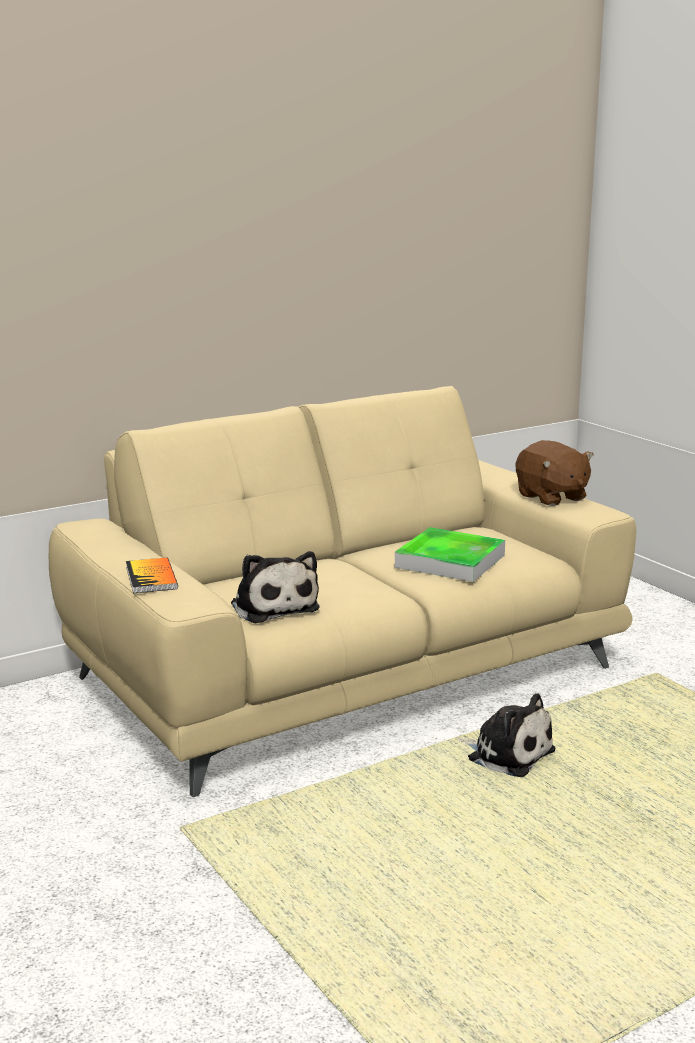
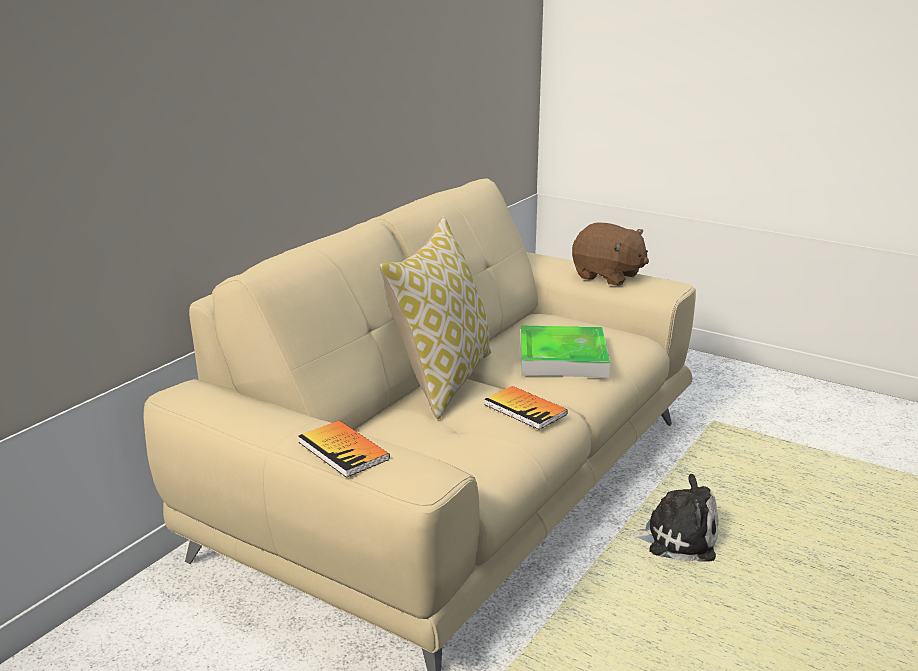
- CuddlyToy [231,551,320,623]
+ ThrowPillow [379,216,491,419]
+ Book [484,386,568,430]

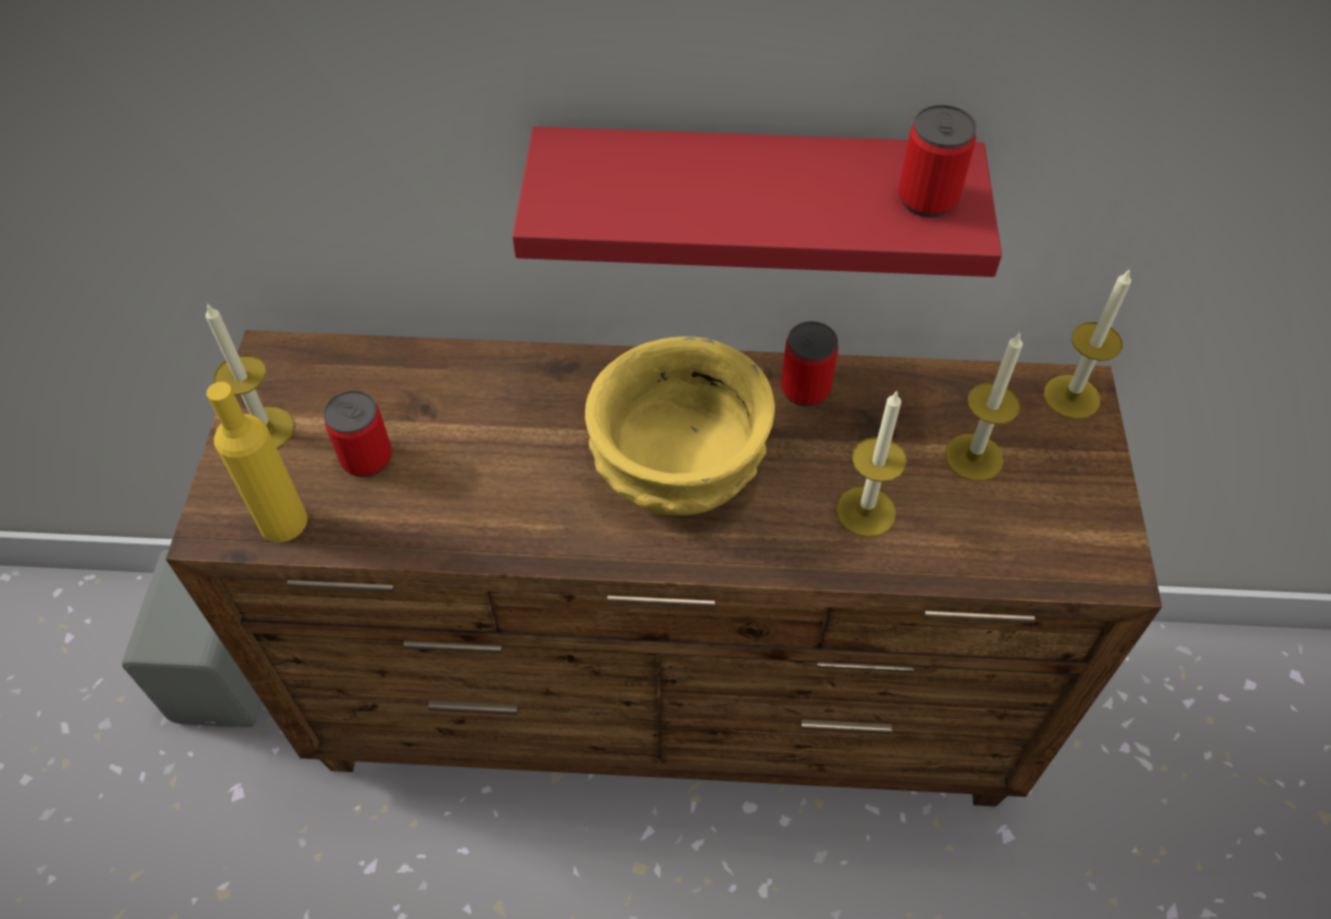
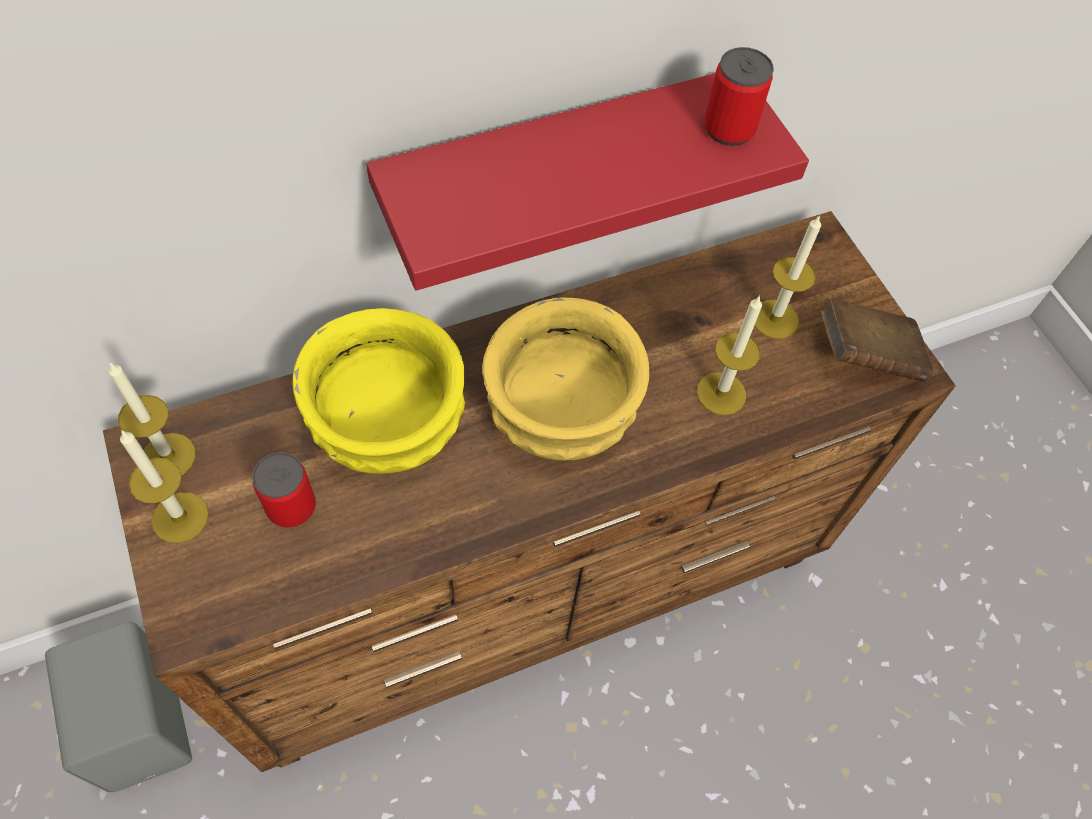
- YellowColouredDrinkBottle [206,382,307,542]
- MetalCan [781,321,838,407]
~ WaxCandle [1044,268,1131,419] to [108,362,196,476]
+ YellowColouredDeepDish [293,308,465,474]
+ BrownColouredBook [821,297,933,382]

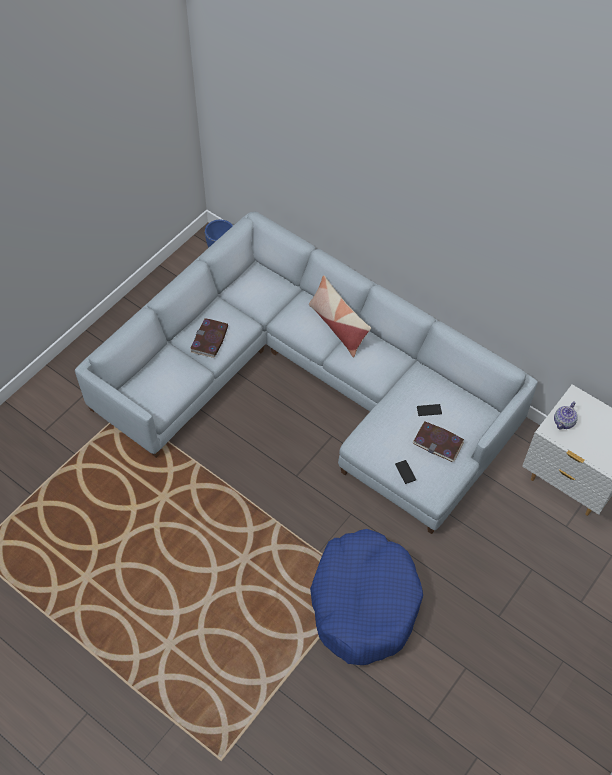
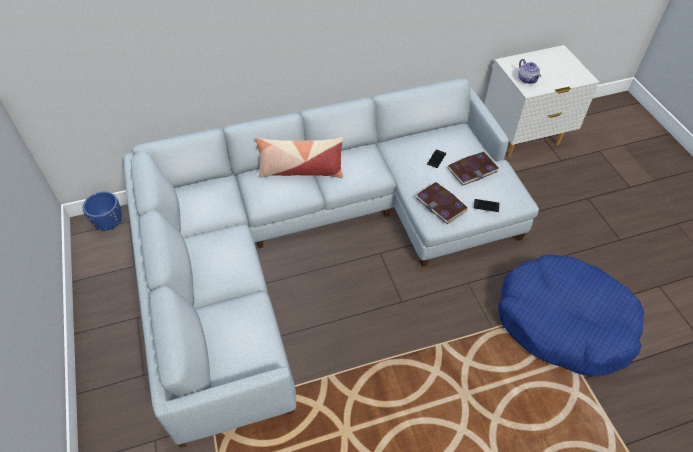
~ Book [190,318,228,358] to [416,182,467,224]

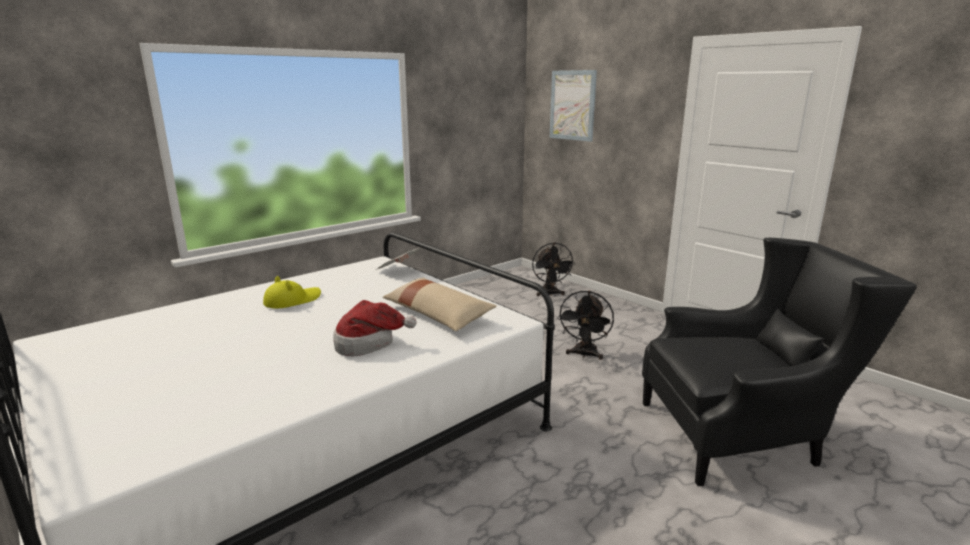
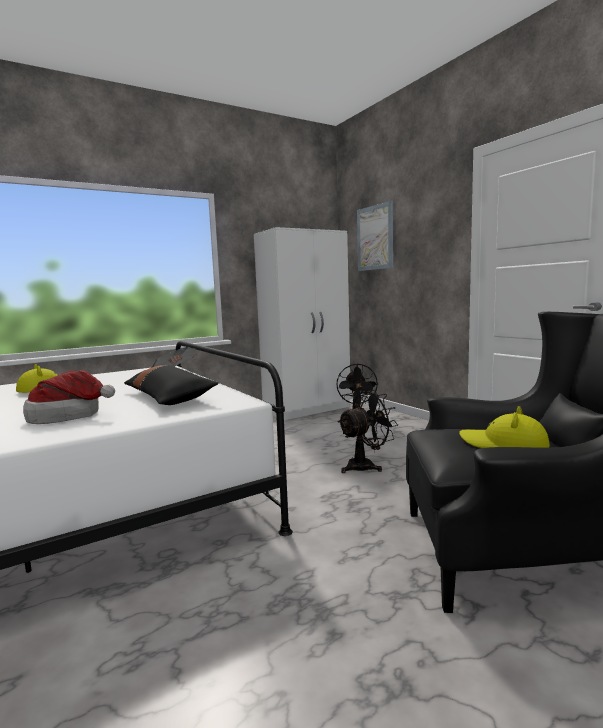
~ BeigeThrowPillow [383,277,497,331] to BlackColouredThrowPillow [124,365,218,405]
~ BlackColouredElectricFan [558,291,614,360] = [338,390,398,473] 150 degrees counterclockwise
+ WhitishClothesCupboard [254,227,351,421]
+ YellowColouredHat [459,406,550,448]

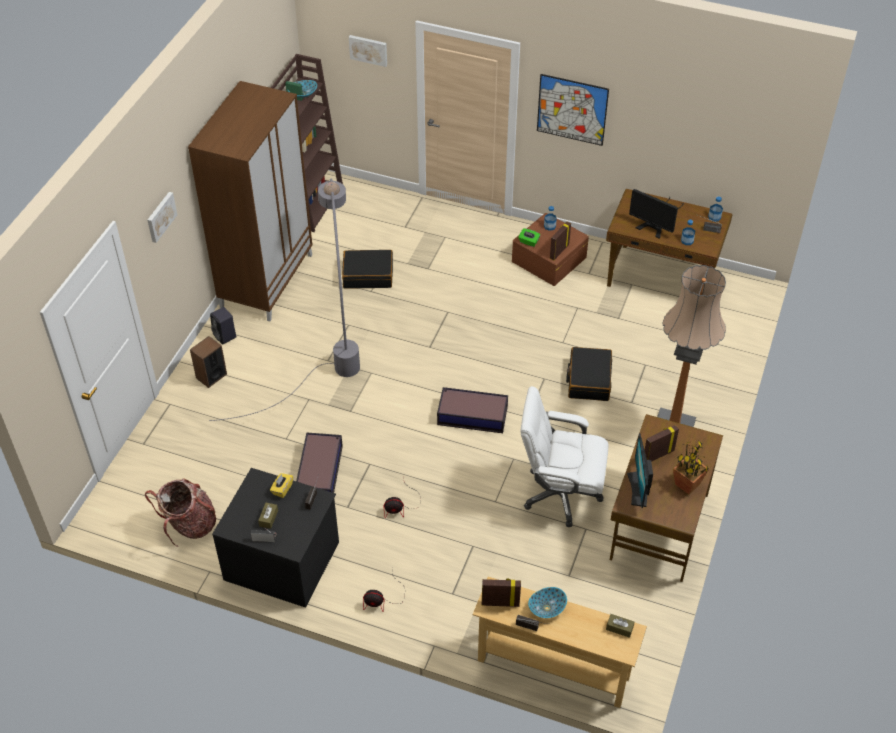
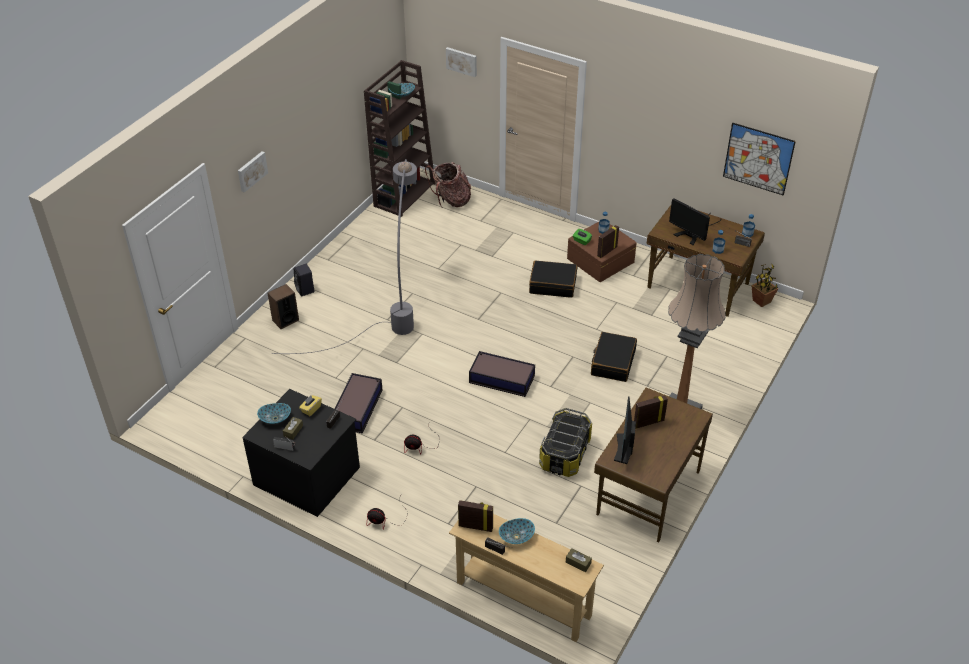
~ Backpack [145,478,216,547] to [425,162,471,209]
- BrownColouredClothesCupboard [188,81,313,321]
~ BlackColouredPieceOfLuggage [342,250,393,289] to [529,260,577,298]
~ WhitishComputerChair [521,386,609,527] to StorageBin [539,408,592,477]
~ WallPicture [537,74,609,146] to [723,123,796,196]
~ PottedPlant [673,440,709,494] to [751,264,778,307]
+ DeepDish [257,403,291,424]

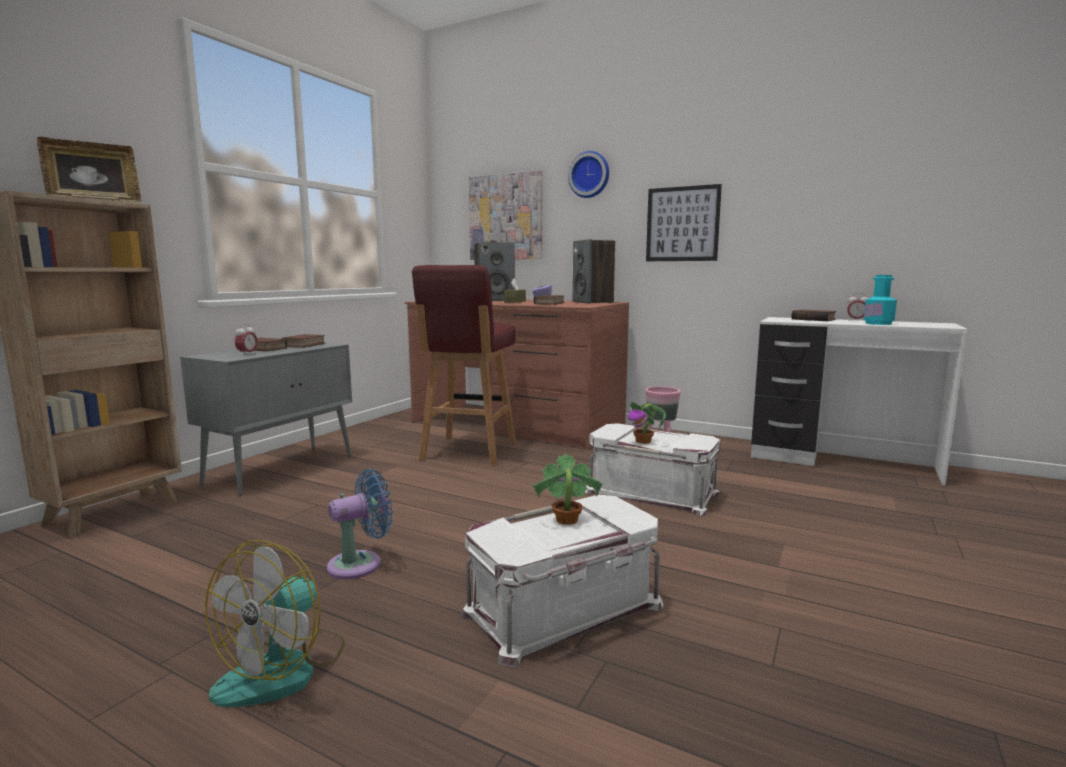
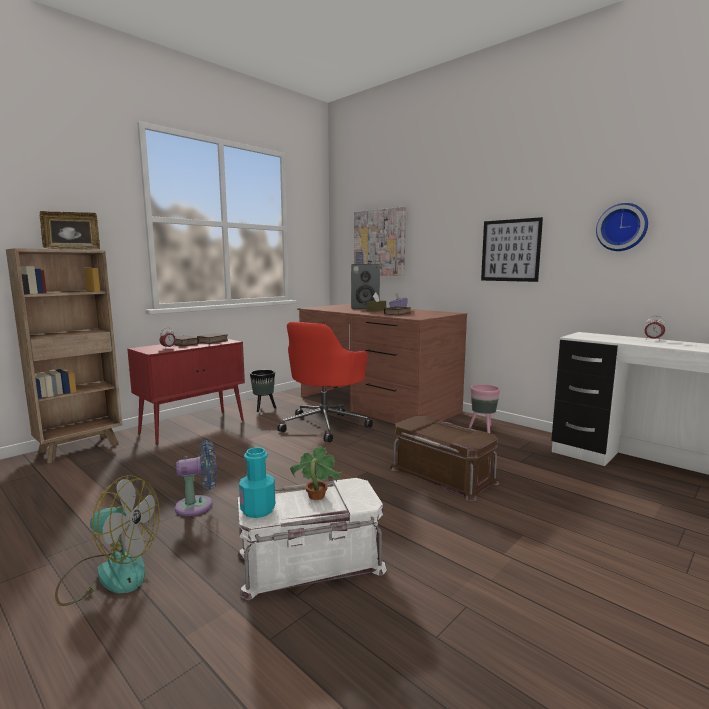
~ GreyishStorageCabinet [180,343,352,496] to RedColouredStorageCabinet [127,339,245,445]
~ ElectricFan [205,540,345,707] = [55,475,160,606] 120 degrees counterclockwise
~ RedColouredSittingStool [412,265,516,466] to RedColouredComputerChair [277,322,373,442]
~ HangingClock [568,151,609,198] to [596,203,648,251]
- Speaker [573,239,615,304]
~ WhitishStorageBin [585,423,721,517] to BrownColouredStorageBin [390,416,499,501]
- PottedPlant [627,402,666,444]
- Book [791,310,836,321]
~ TurquoiseDrinkBottle [864,275,897,325] to [239,447,275,518]
+ BlackColouredFlowerPot [250,370,276,412]

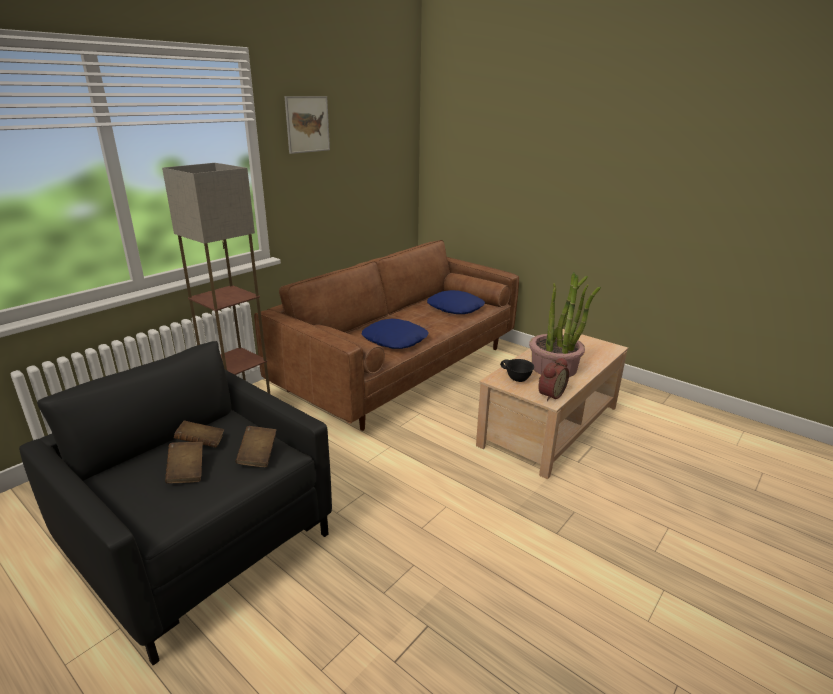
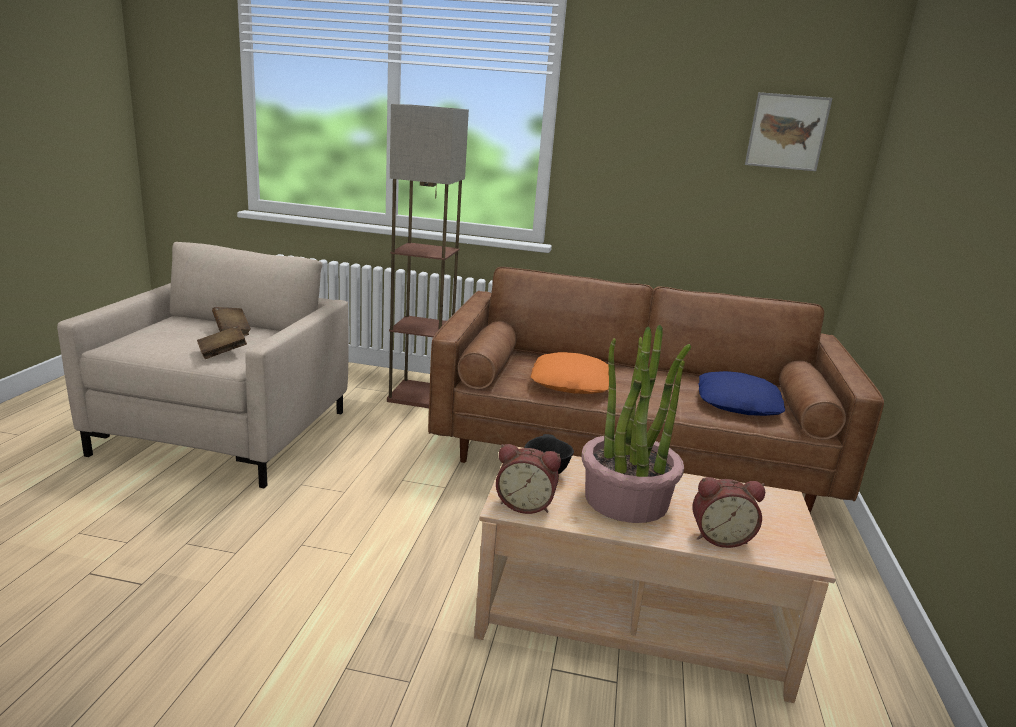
~ BlackColouredEasyChair [19,341,332,665] to BeigeEasyChair [57,242,348,488]
- BrownColouredBook [165,442,203,483]
~ WallPicture [284,96,330,154] to [745,92,833,171]
~ BlueThrowPillow [362,319,428,349] to OrangeThrowPillow [530,352,609,394]
+ TableClock [692,477,765,548]

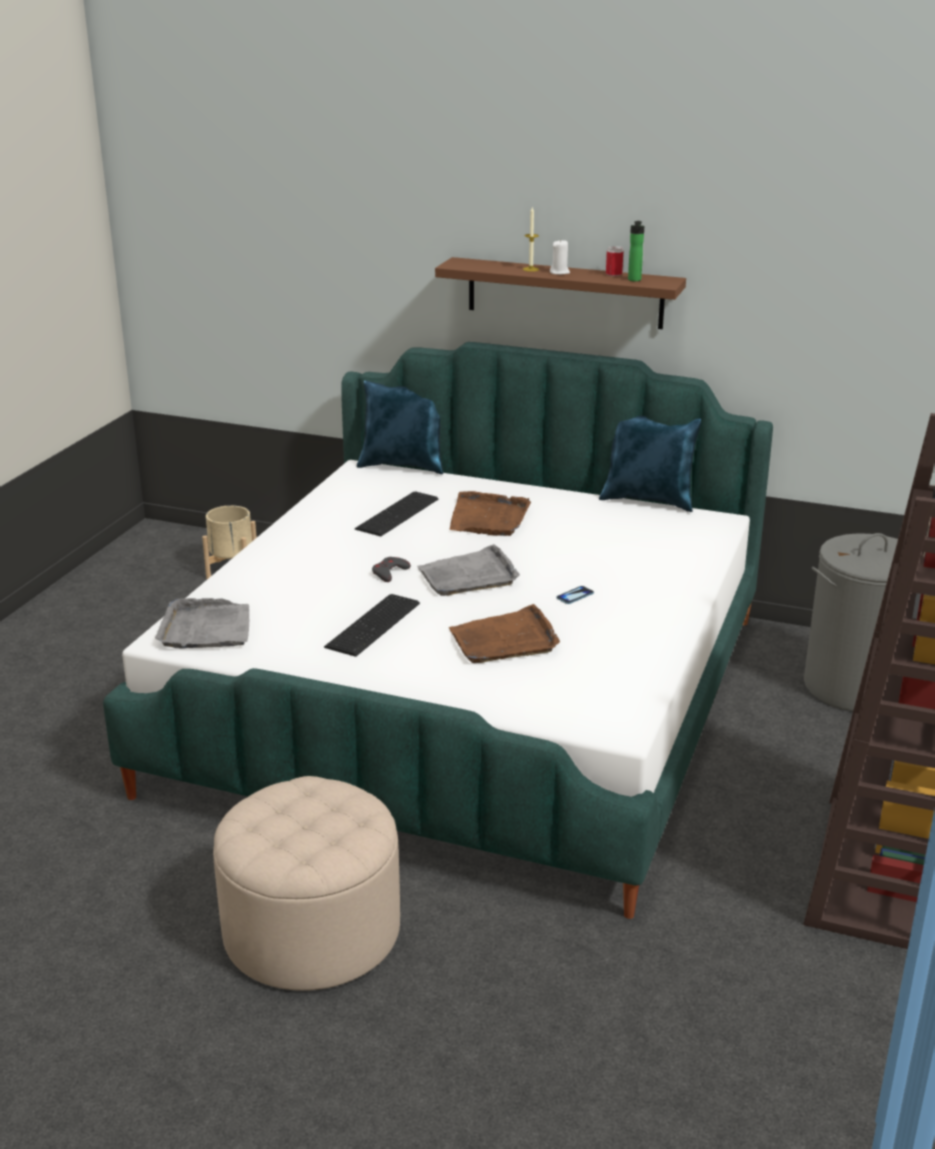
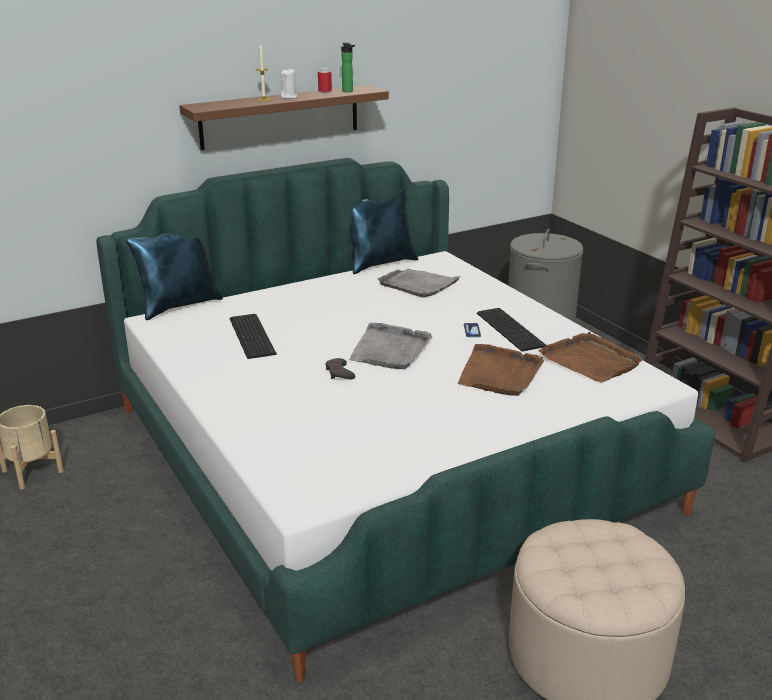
~ GreyishTray [155,598,249,649] to [378,269,461,298]
~ ComputerKeyboard [324,594,420,657] to [477,308,546,352]
~ BrownColouredTray [449,491,531,536] to [538,332,643,383]

